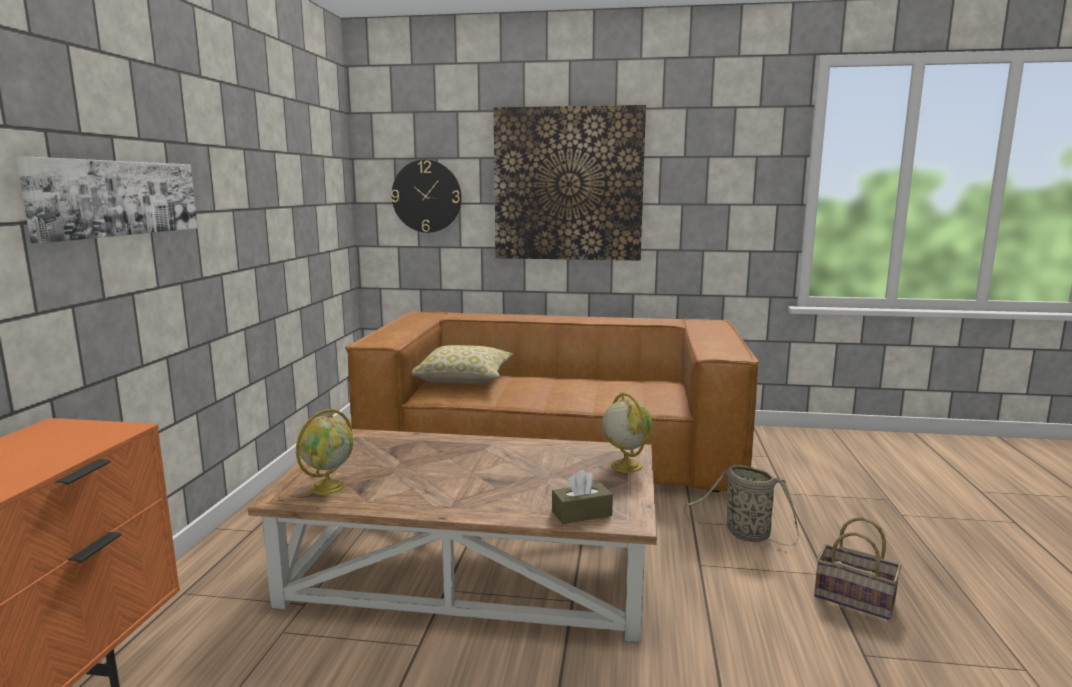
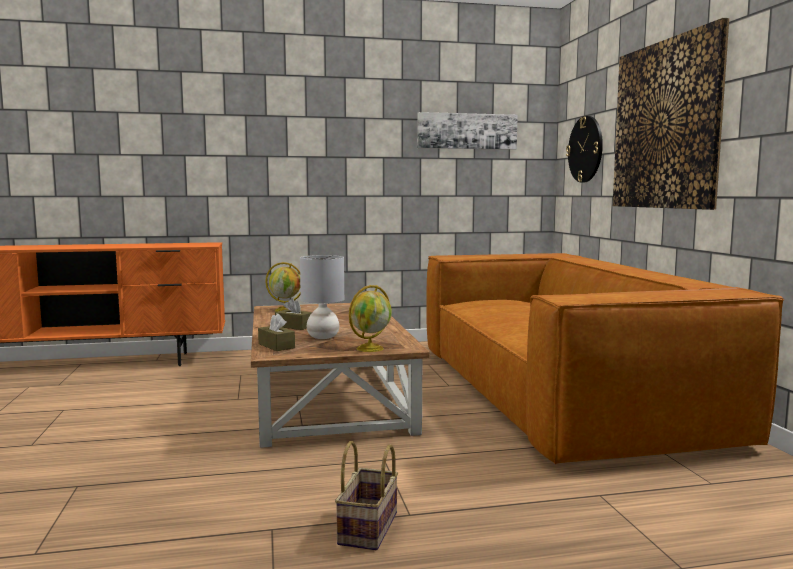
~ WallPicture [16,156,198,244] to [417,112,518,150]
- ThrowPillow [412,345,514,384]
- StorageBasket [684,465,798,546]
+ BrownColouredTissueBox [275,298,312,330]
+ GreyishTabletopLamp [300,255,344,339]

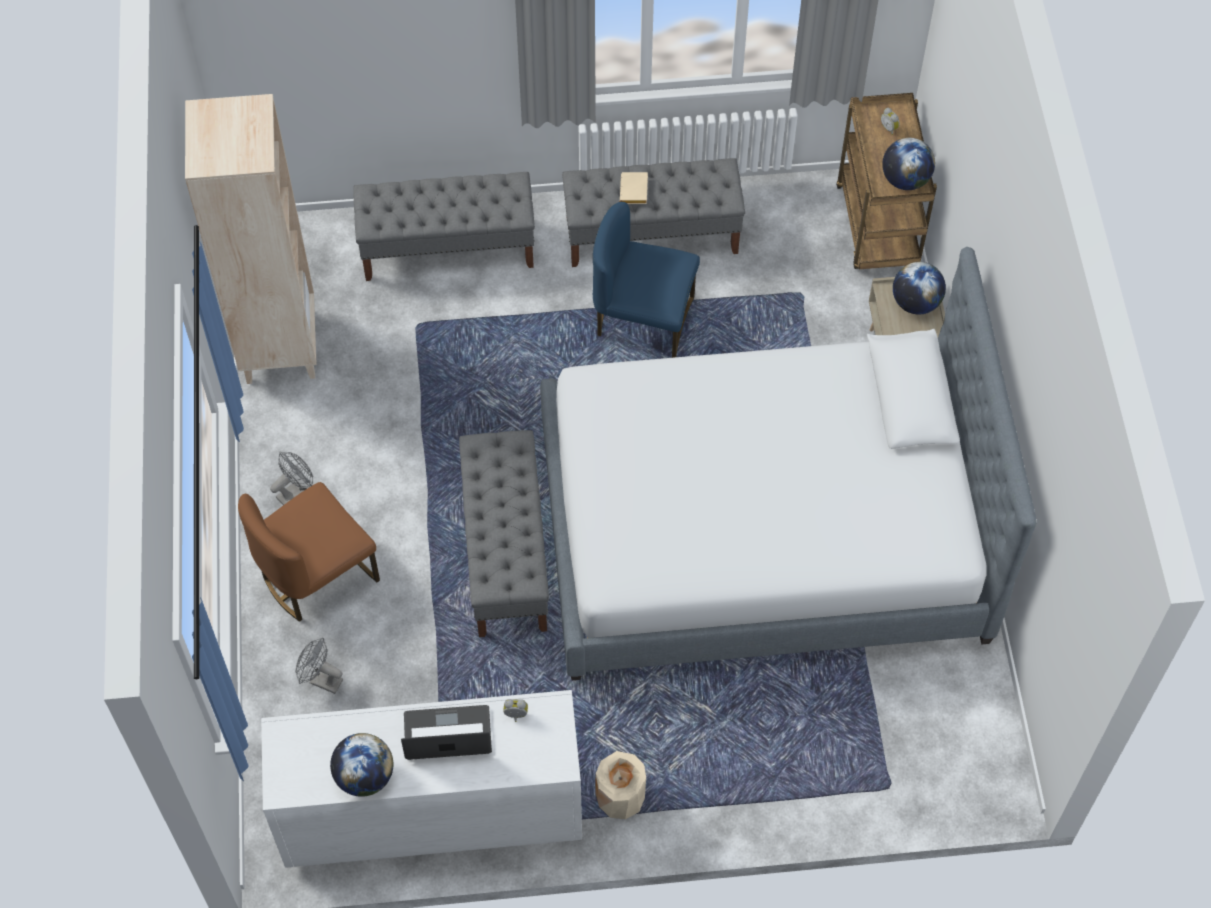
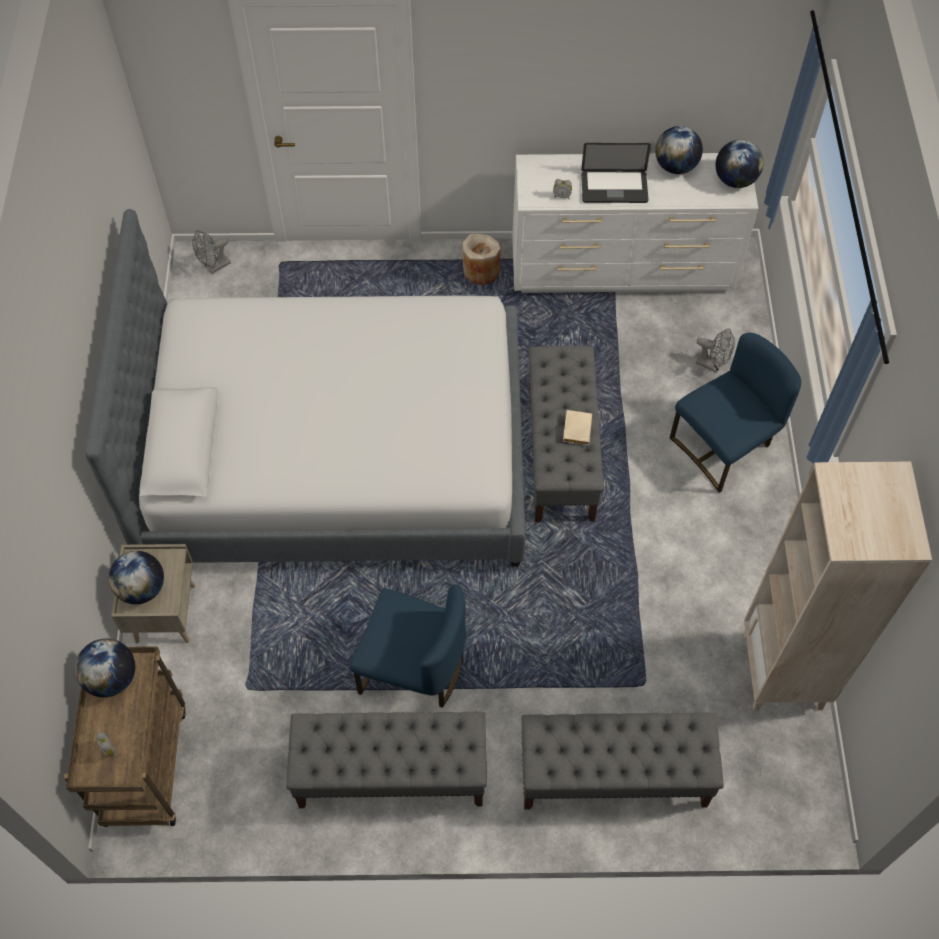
~ BrownColouredPlainChair [238,482,380,622] to BluePlainChair [670,333,801,493]
~ GreyishElectricFan [270,452,313,505] to [192,230,231,274]
~ BeigeBook [620,172,648,204] to [563,410,592,445]
+ WorldGlobe [715,140,764,188]

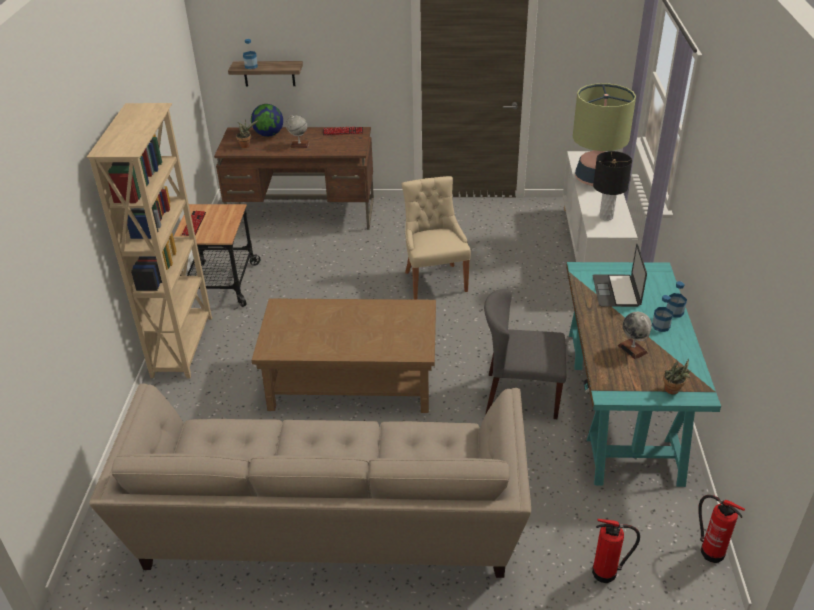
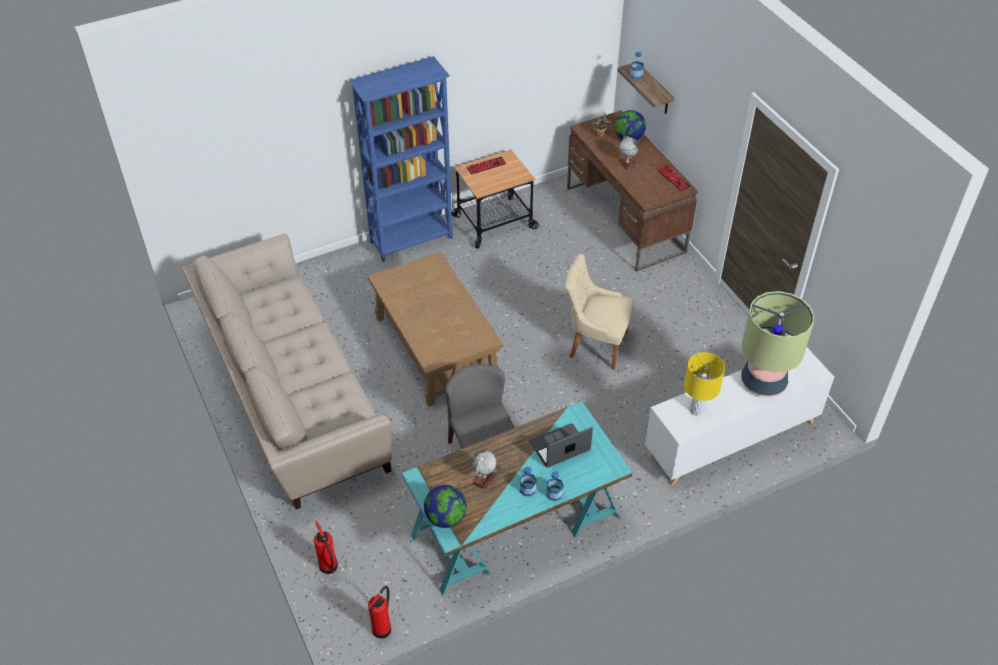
~ BeigeBookshelf [87,103,212,379] to BlueBookshelf [349,56,453,262]
~ BeigePlainChair [401,176,471,300] = [565,254,634,370] 120 degrees counterclockwise
~ BlackColouredTabletopLamp [593,151,632,221] to YellowColouredTabletopLamp [684,352,725,416]
~ PottedPlant [663,359,692,395] to WorldGlobe [424,485,467,528]

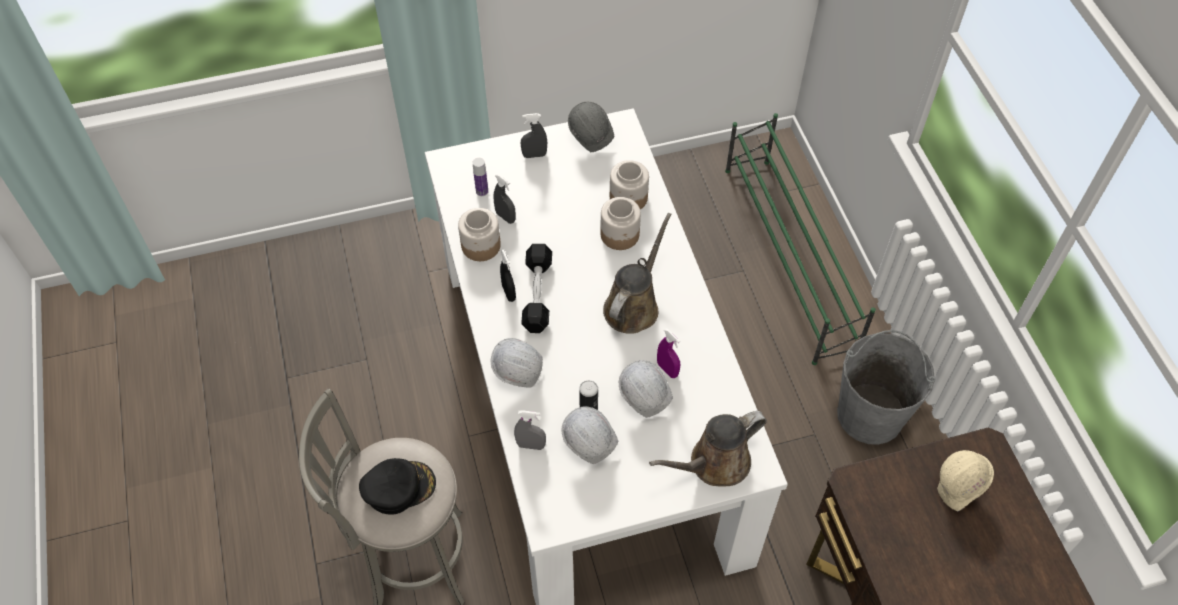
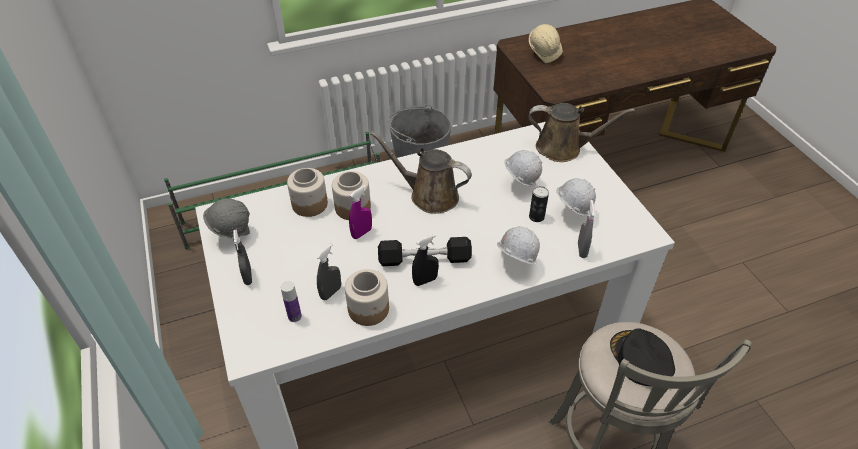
~ BrownColouredSprinklingCan [649,411,767,487] = [528,103,635,162] 45 degrees counterclockwise
~ PurpleColouredSprayBottle [657,328,681,378] to [349,185,372,239]

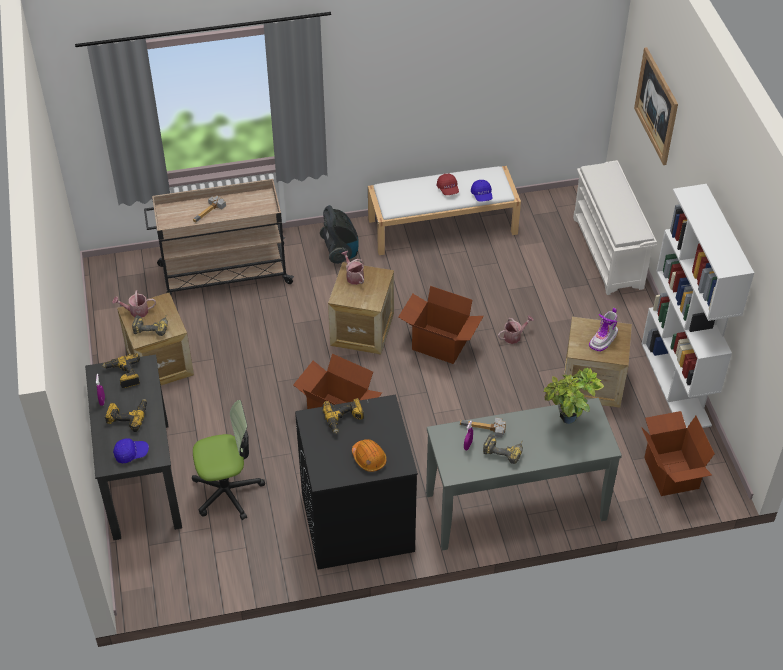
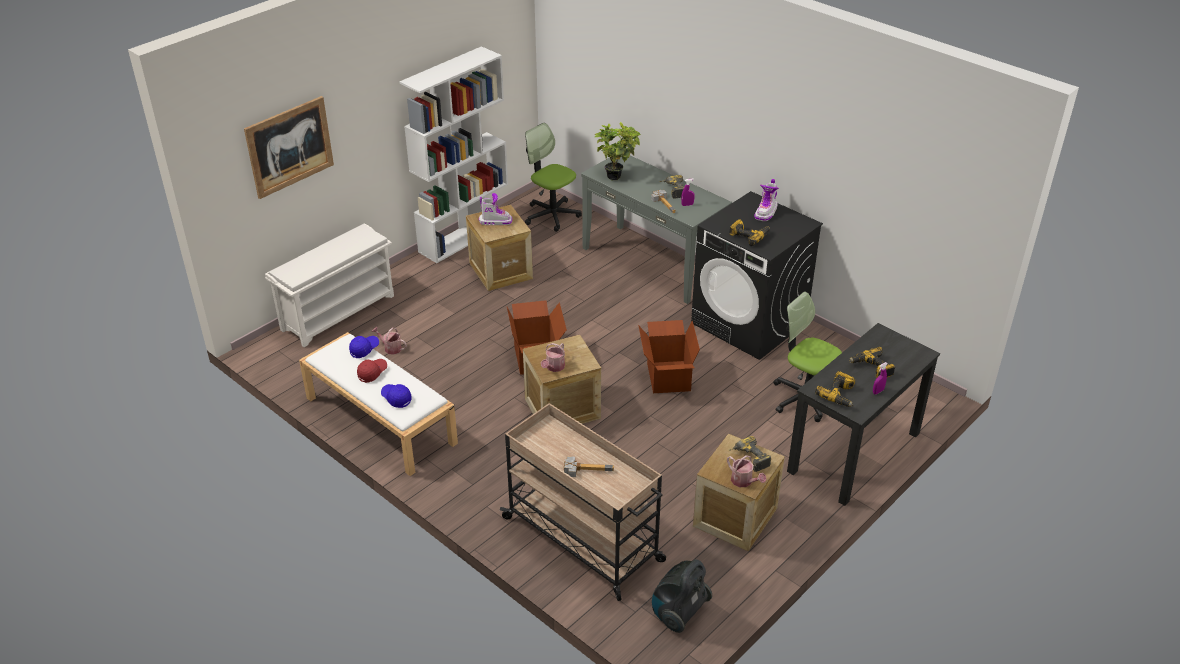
~ BluePeakedCap [113,438,149,463] to [381,384,412,408]
~ Vacuum [320,205,359,264] to [652,559,712,633]
~ OrangeHardHat [352,439,387,472] to TallBoot [754,179,779,221]
~ SprinklingCan [498,315,534,344] to [371,327,407,355]
~ CardboardBox [641,411,715,496] to ComputerChair [525,123,582,232]

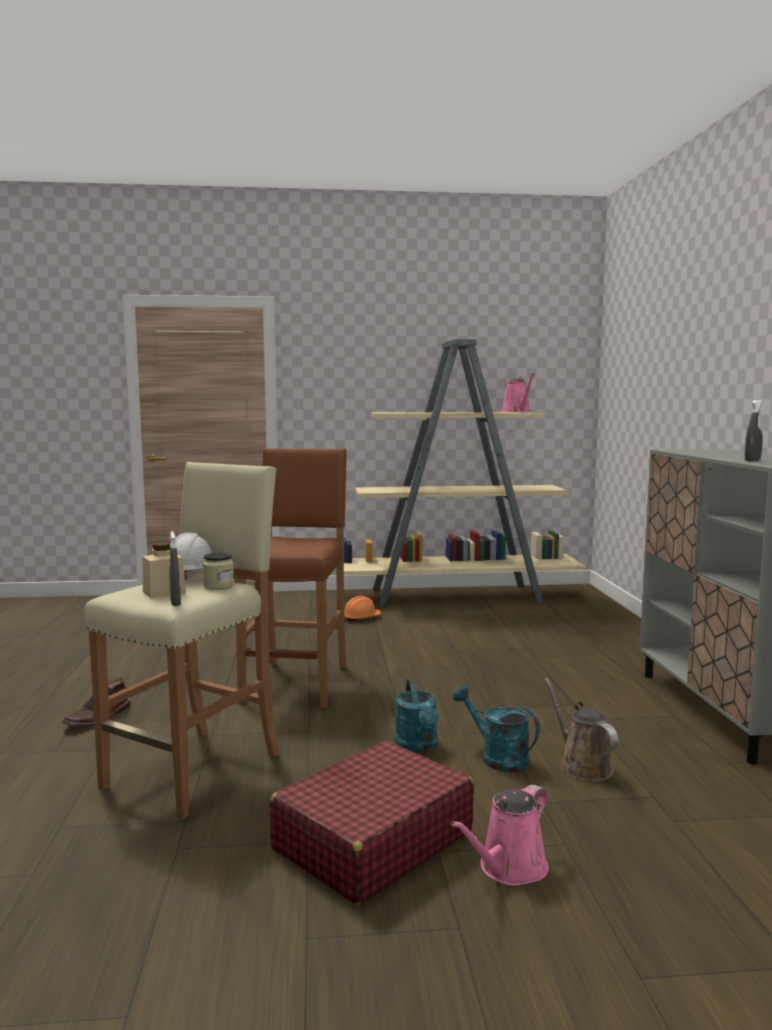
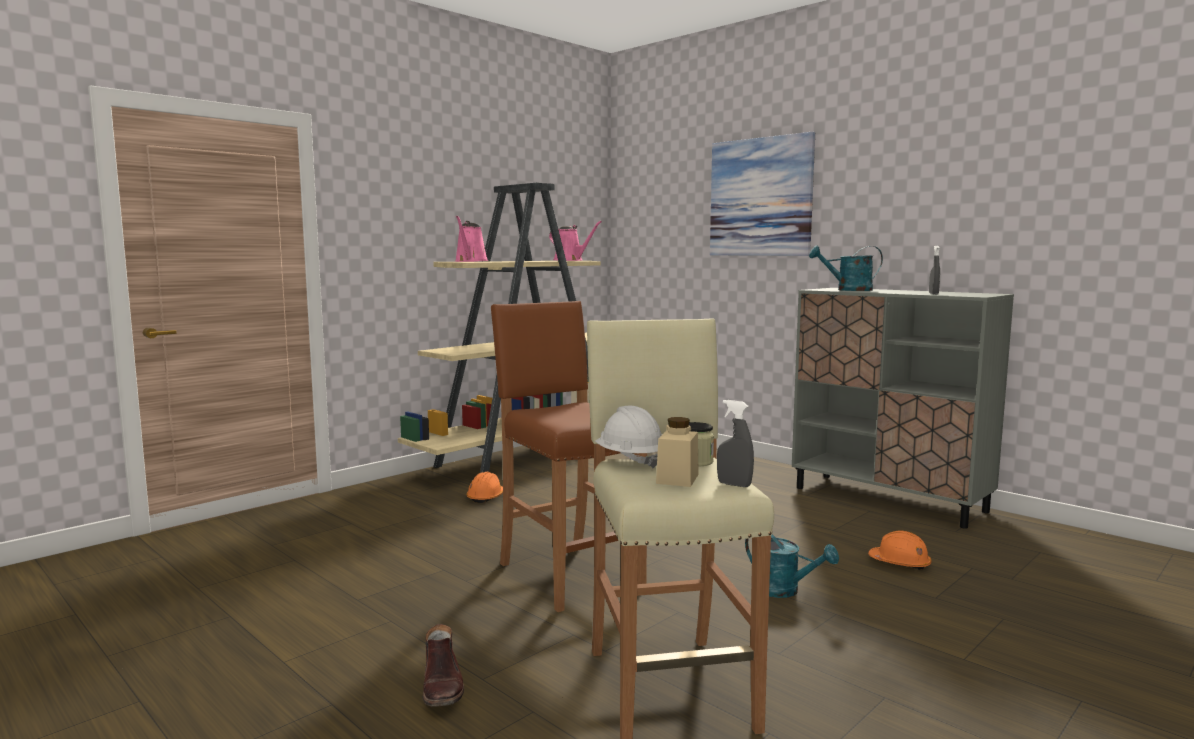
- RedColouredPieceOfLuggage [270,741,474,905]
~ PinkishSprinklingCan [451,784,549,886] to [455,216,488,262]
~ TurquoiseSprinklingCan [453,686,540,772] to [809,245,883,291]
~ BrownColouredSprinklingCan [545,678,619,781] to OrangeHardHat [868,531,932,570]
+ WallPicture [710,131,815,256]

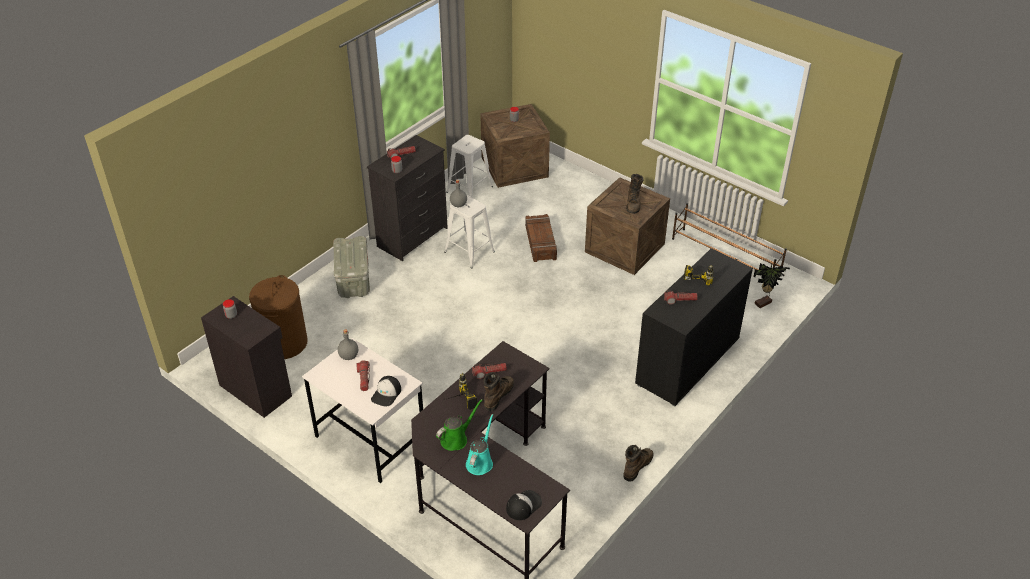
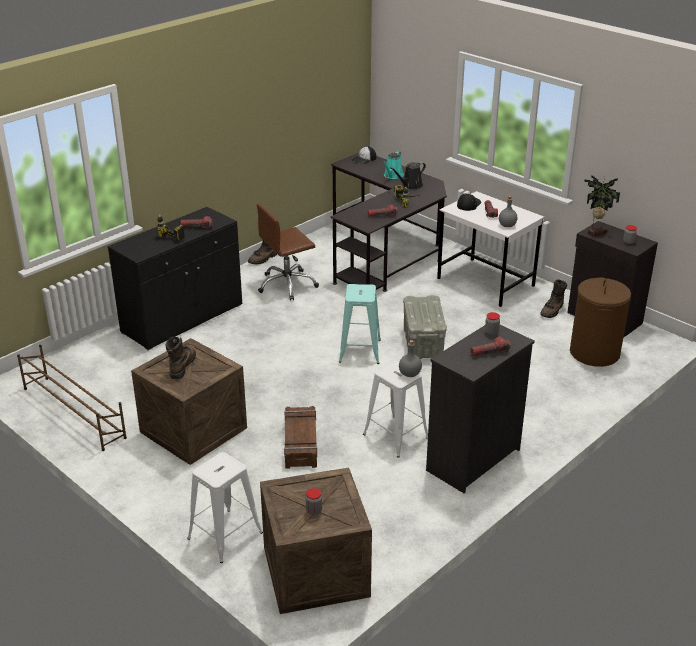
~ GreyishStorageBin [333,236,370,298] to [403,295,447,359]
~ GreenColouredSprinklingCan [436,399,483,451] to BlackColouredSprinklingCan [390,162,426,189]
~ WhitishSittingStool [446,135,493,197] to [187,452,263,563]
~ BrownColouredTallBoot [483,372,514,411] to [540,279,567,318]
~ PottedPlant [753,263,790,308] to [584,175,620,237]
+ BrownColouredComputerChair [257,203,319,300]
+ TurquoiseSittingStool [339,284,381,364]

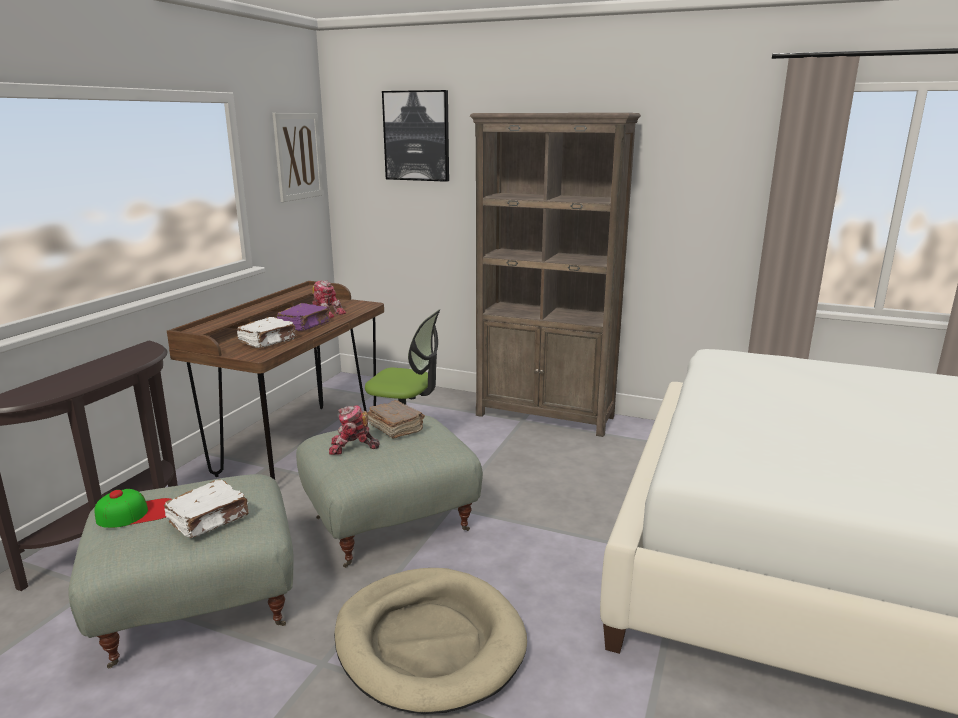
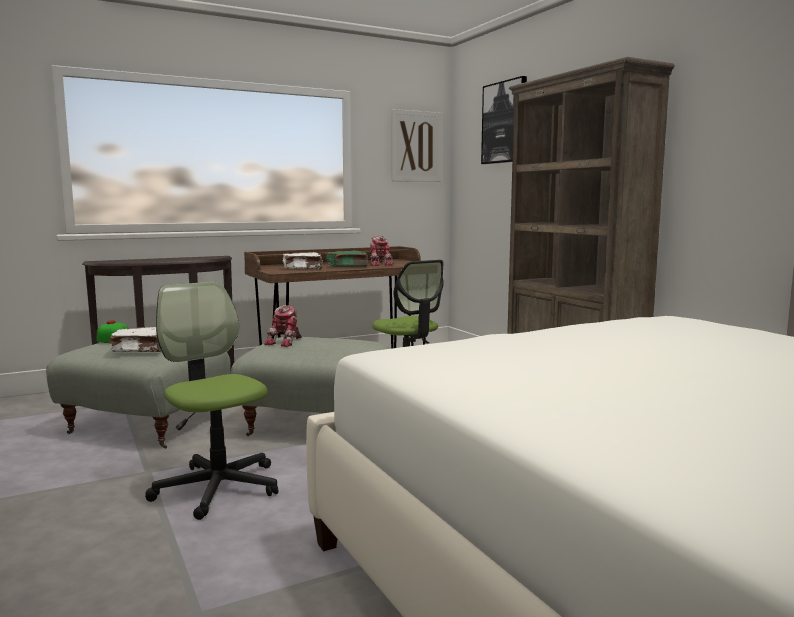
~ PurpleColouredBook [277,303,330,331] to GreenColouredBook [326,250,368,267]
~ ModelRobot [329,405,380,455] = [264,305,302,347] 105 degrees counterclockwise
~ BeigePetBed [334,568,527,714] to ComputerChair [145,281,278,520]
- BrownColouredBook [367,400,425,439]

